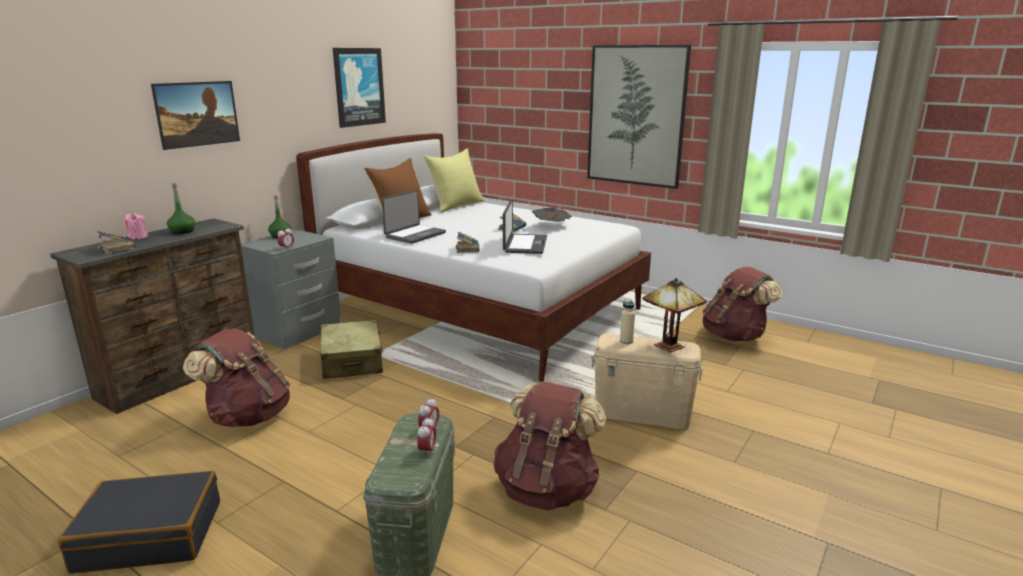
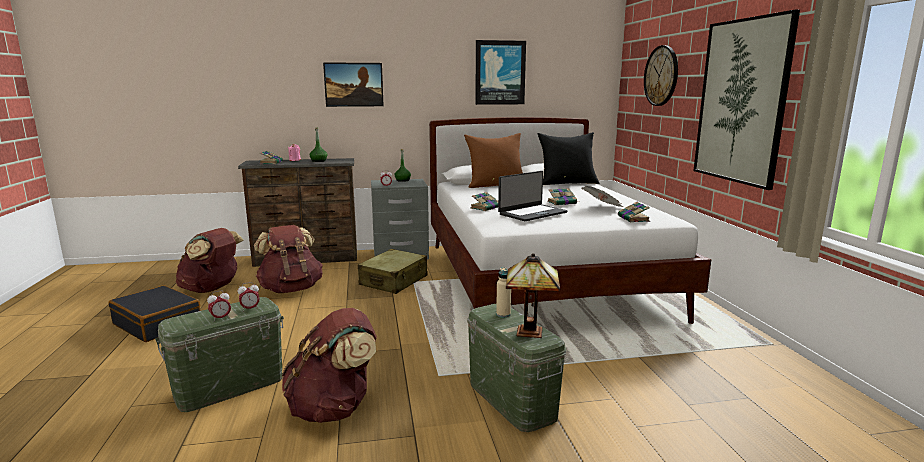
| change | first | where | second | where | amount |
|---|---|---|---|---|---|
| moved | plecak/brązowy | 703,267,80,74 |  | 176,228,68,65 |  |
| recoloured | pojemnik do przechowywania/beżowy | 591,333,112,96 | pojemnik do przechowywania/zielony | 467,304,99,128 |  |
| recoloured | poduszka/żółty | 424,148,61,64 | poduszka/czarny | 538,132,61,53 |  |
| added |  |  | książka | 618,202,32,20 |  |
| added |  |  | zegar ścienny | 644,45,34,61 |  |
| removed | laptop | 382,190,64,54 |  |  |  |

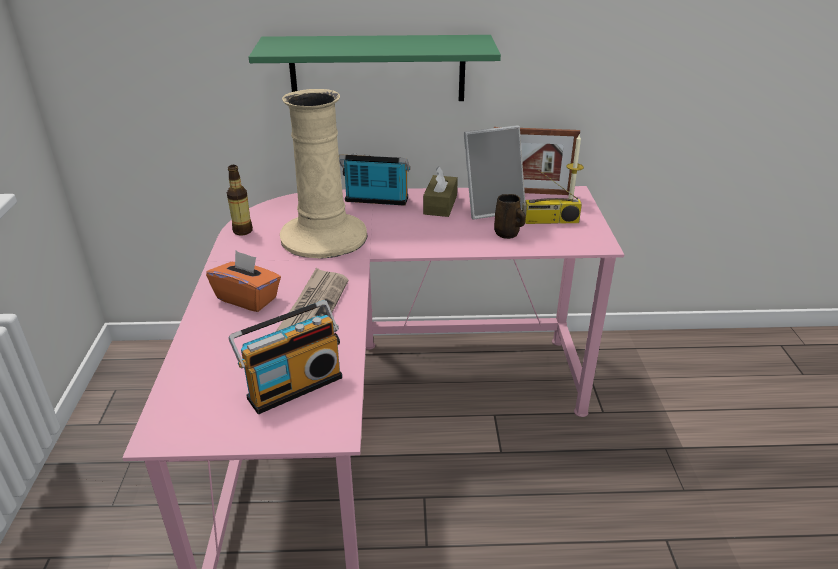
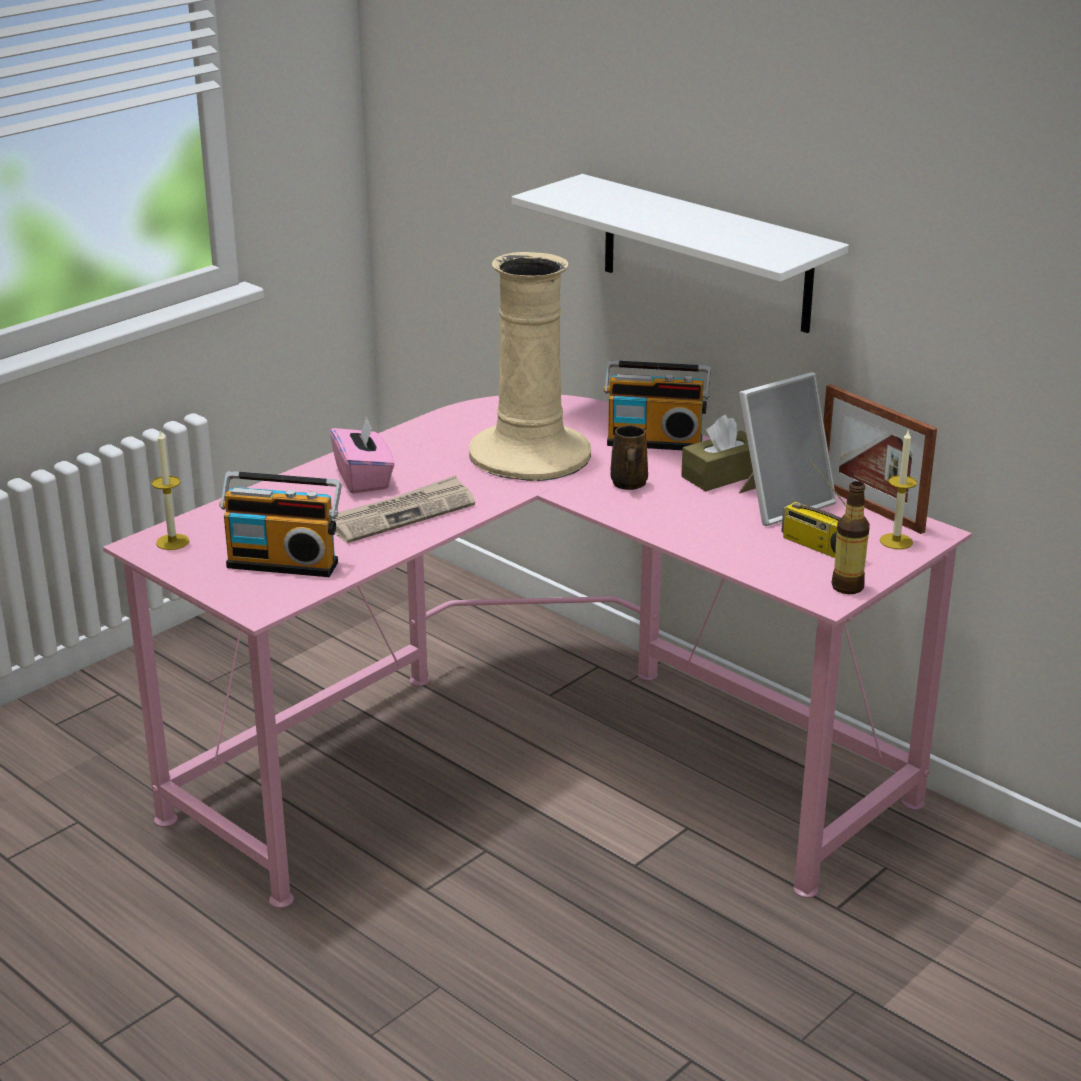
| change | first | where | second | where | amount |
|---|---|---|---|---|---|
| added |  |  | świeca | 152,431,37,119 |  |
| recoloured | pudełko chusteczek/pomarańczowy | 206,251,75,61 | pudełko chusteczek/różowy | 330,416,65,78 |  |
| recoloured | półka/zielony | 249,35,252,66 | półka/biały | 512,174,337,159 |  |
| turned | radio | 339,153,71,53 |  | 604,360,107,90 | 135 degrees clockwise |
| moved | kubek/brązowy | 494,194,32,45 |  | 610,425,38,65 |  |
| turned | ramka na zdjęcie | 464,125,61,95 |  | 739,372,98,154 | 60 degrees counterclockwise |
| moved | butelka | 227,165,26,70 |  | 832,481,38,113 |  |

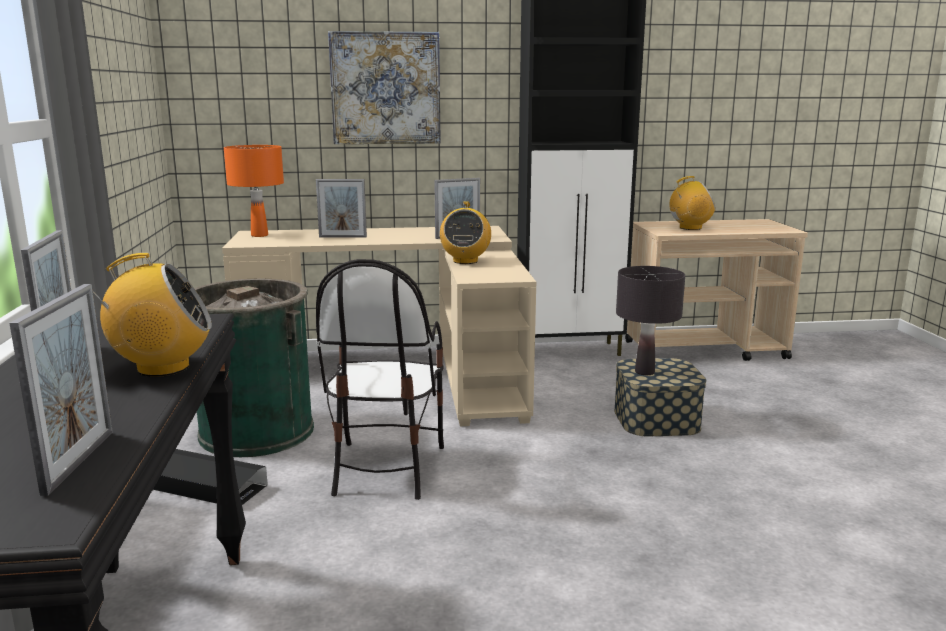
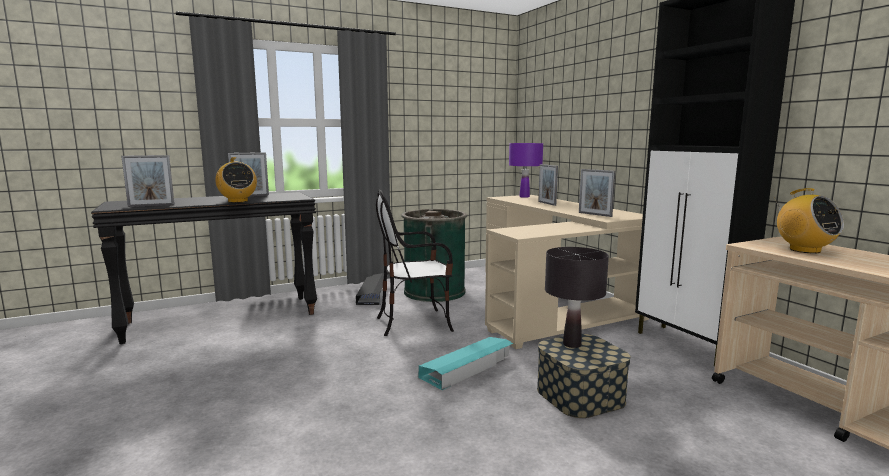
| change | first | where | second | where | amount |
|---|---|---|---|---|---|
| added |  |  | pojemnik do przechowywania/turkusowy | 418,337,95,53 |  |
| recoloured | lampa stołowa/pomarańczowy | 224,145,60,92 | lampa stołowa/fioletowy | 509,143,34,55 |  |
| removed | obraz | 328,31,113,113 |  |  |  |
| removed | radio | 440,202,51,62 |  |  |  |

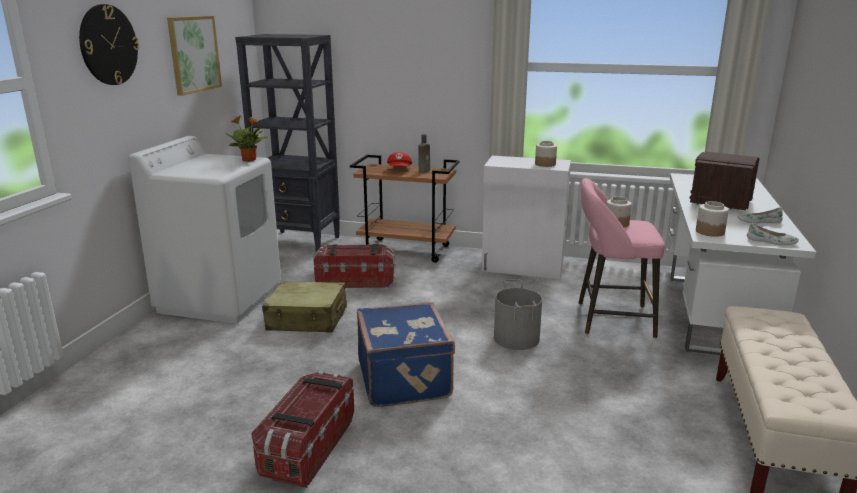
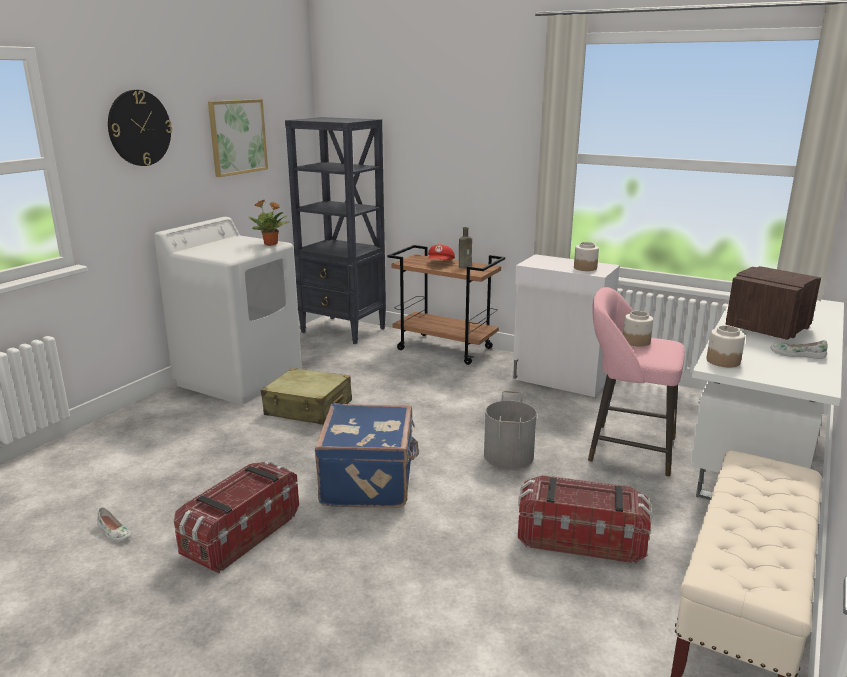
| change | first | where | second | where | amount |
|---|---|---|---|---|---|
| moved | but/biały | 747,223,52,22 |  | 97,507,34,34 |  |
| moved | pojemnik do przechowywania | 313,244,82,44 |  | 518,475,134,89 |  |

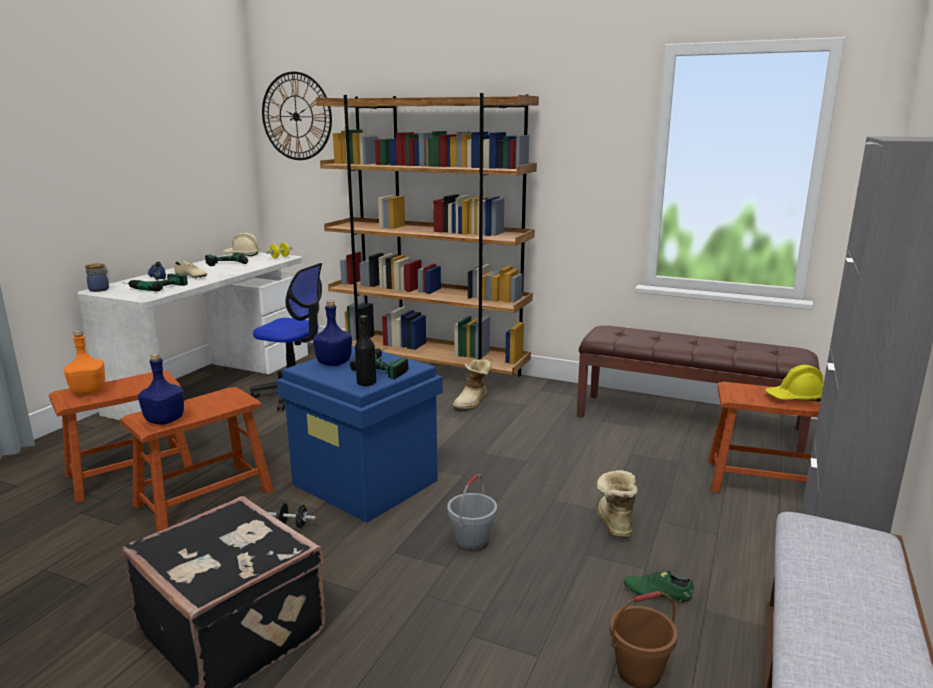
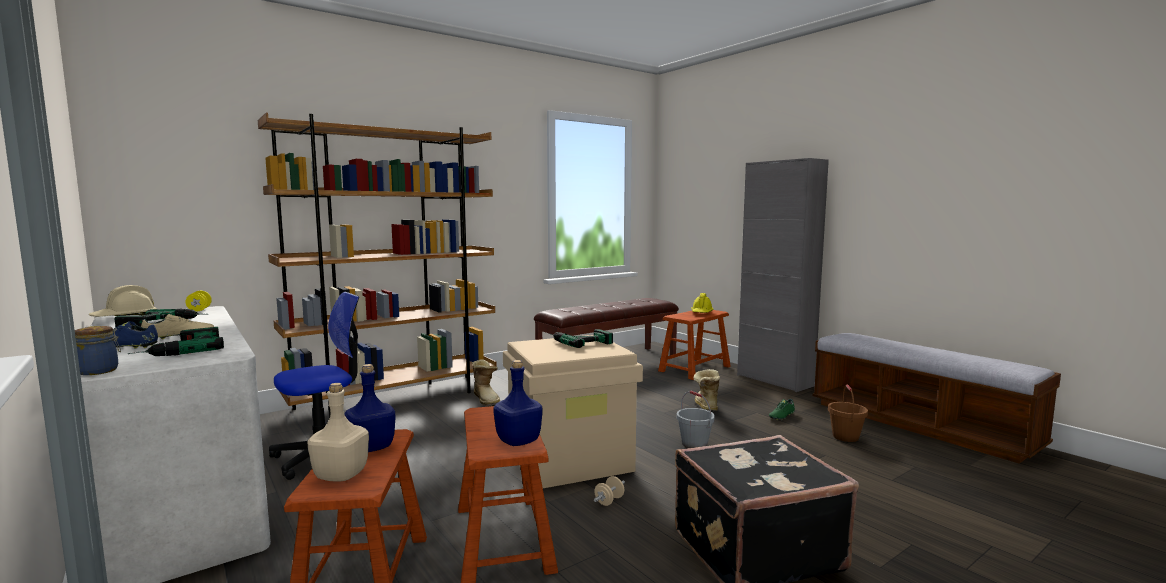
| change | first | where | second | where | amount |
|---|---|---|---|---|---|
| recoloured | butelka/pomarańczowy | 64,331,41,64 | butelka/beżowy | 307,383,62,99 |  |
| moved | butelka/niebieski | 313,301,39,65 |  | 344,364,51,88 |  |
| recoloured | pojemnik do przechowywania/niebieski | 277,346,166,177 | pojemnik do przechowywania/beżowy | 503,335,140,153 |  |
| recoloured | hantel/czarny | 268,503,48,25 | hantel/beżowy | 594,476,31,30 |  |
| turned | but z cholewką | 597,470,40,68 |  | 694,369,26,42 | 60 degrees clockwise |
| removed | zegar ścienny | 262,72,70,88 |  |  |  |
| removed | butelka/czarny | 355,315,21,71 |  |  |  |

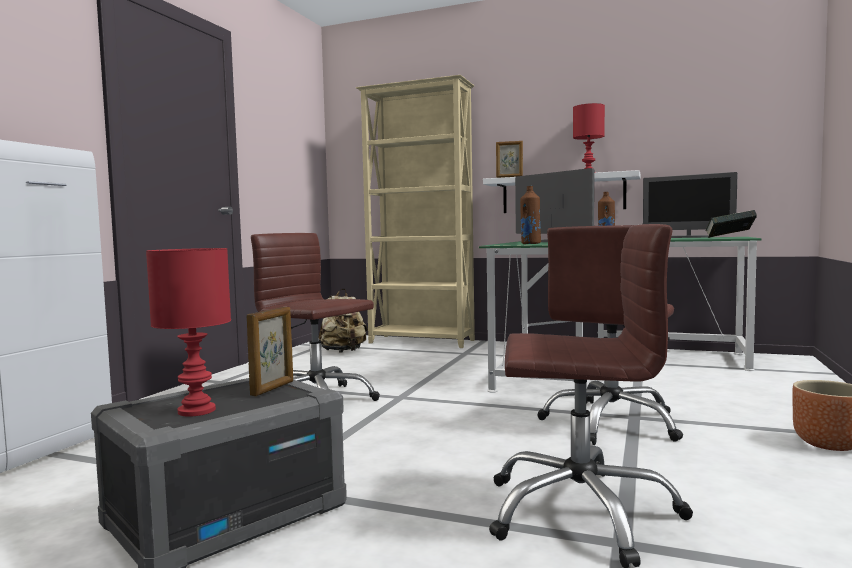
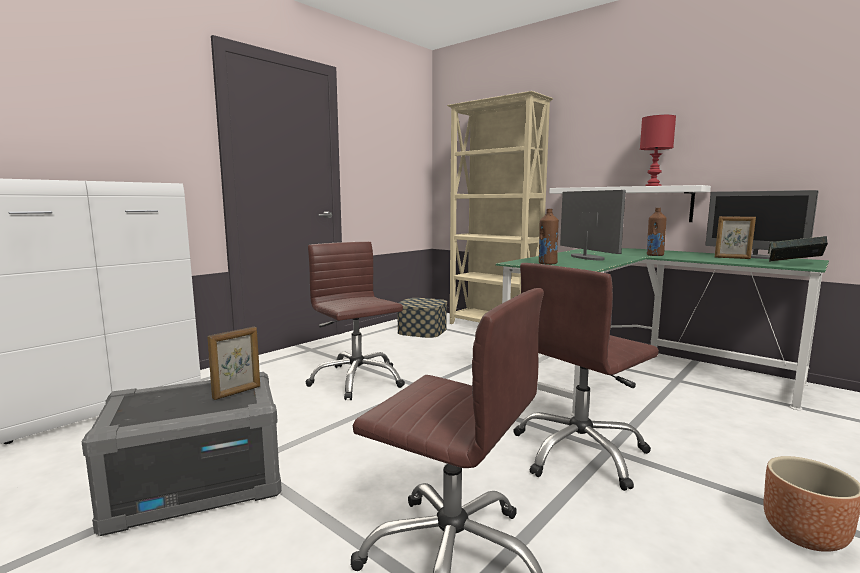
| change | first | where | second | where | amount |
|---|---|---|---|---|---|
| replaced | plecak/beżowy | 319,289,49,64 | pojemnik do przechowywania | 398,298,49,40 |  |
| moved | ramka na zdjęcie | 496,141,27,37 |  | 715,216,41,43 |  |
| removed | lampa stołowa/czerwony | 146,248,85,169 |  |  |  |

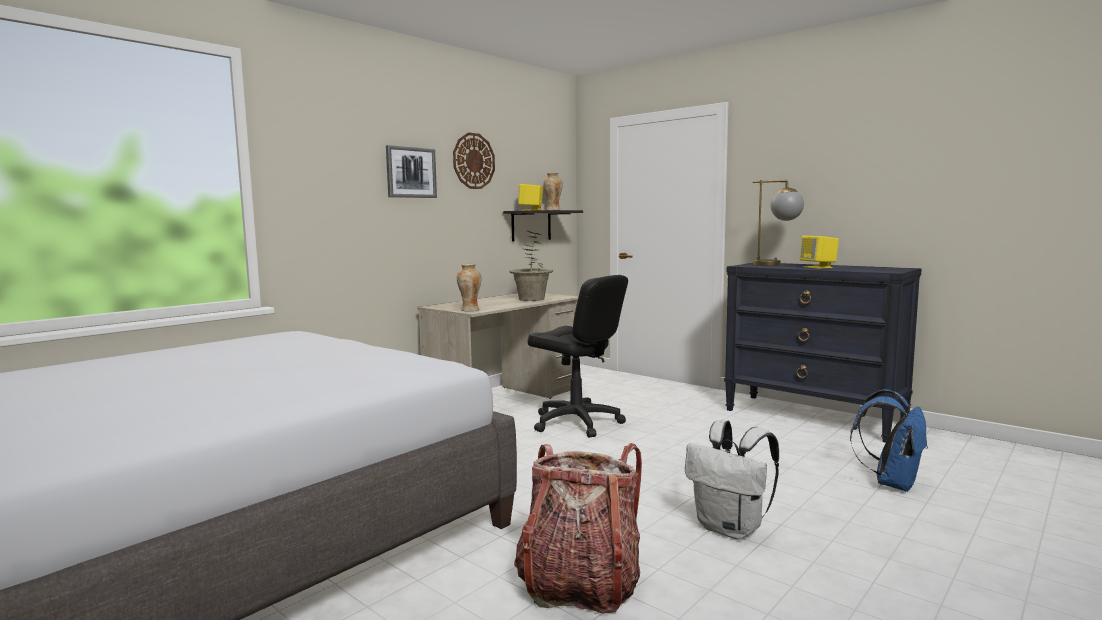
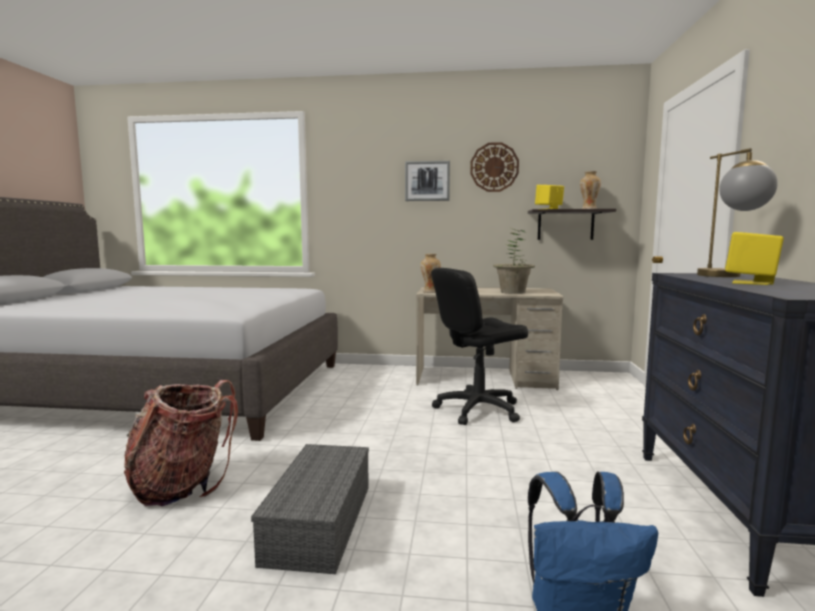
| change | first | where | second | where | amount |
|---|---|---|---|---|---|
| replaced | plecak/biały | 685,420,94,120 | pojemnik do przechowywania/szary | 251,444,118,130 |  |
| turned | krzesło biurowe/czarny | 527,275,101,163 |  | 431,268,97,157 | 60 degrees clockwise |

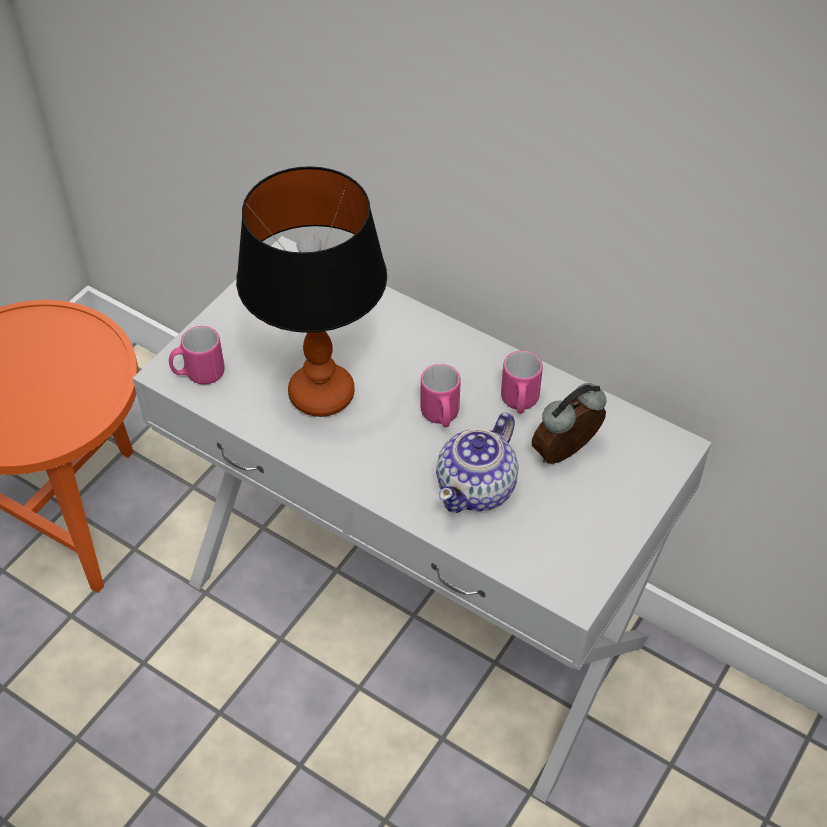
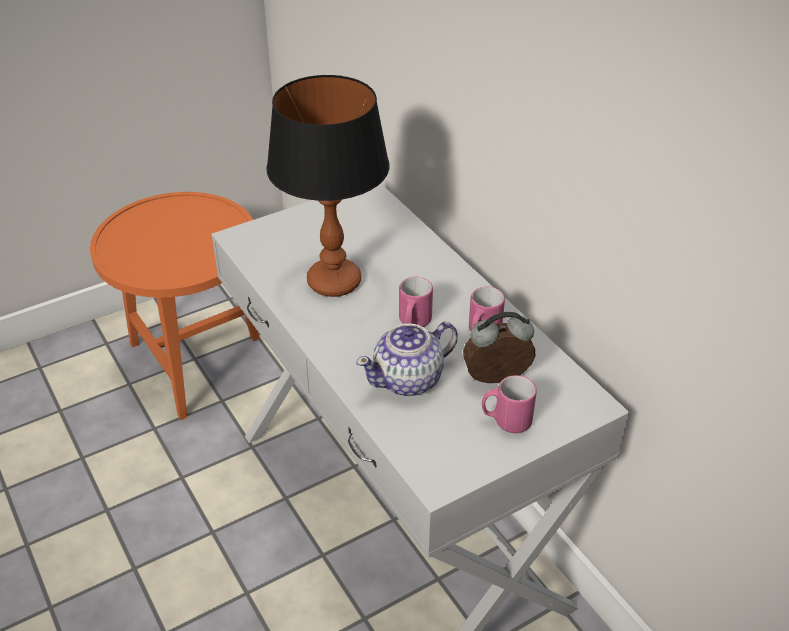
| change | first | where | second | where | amount |
|---|---|---|---|---|---|
| moved | kubek/różowy | 169,326,56,58 |  | 482,375,55,58 |  |

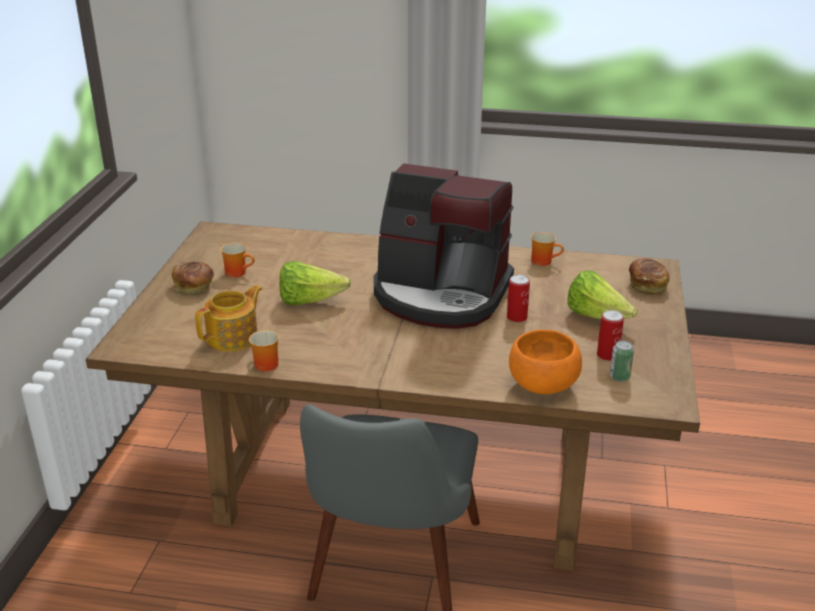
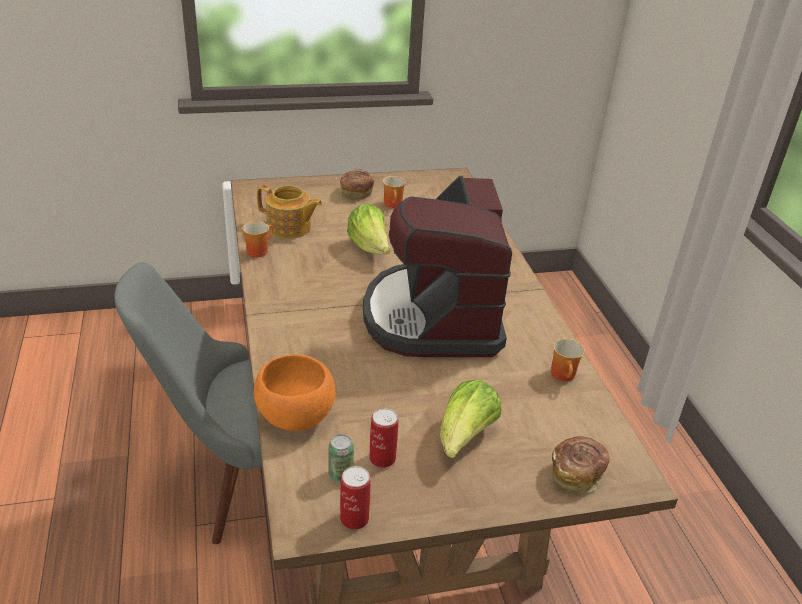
| change | first | where | second | where | amount |
|---|---|---|---|---|---|
| moved | puszka | 507,274,23,49 |  | 340,466,31,64 |  |

